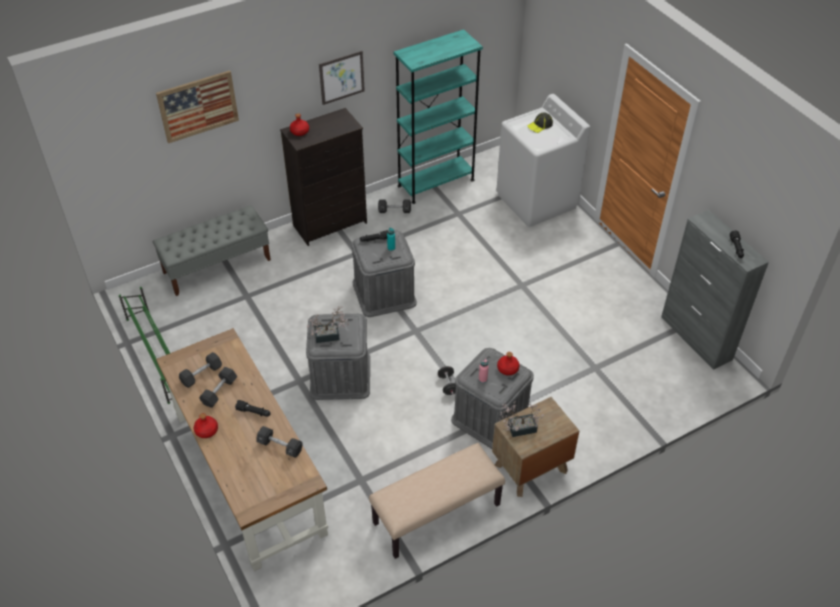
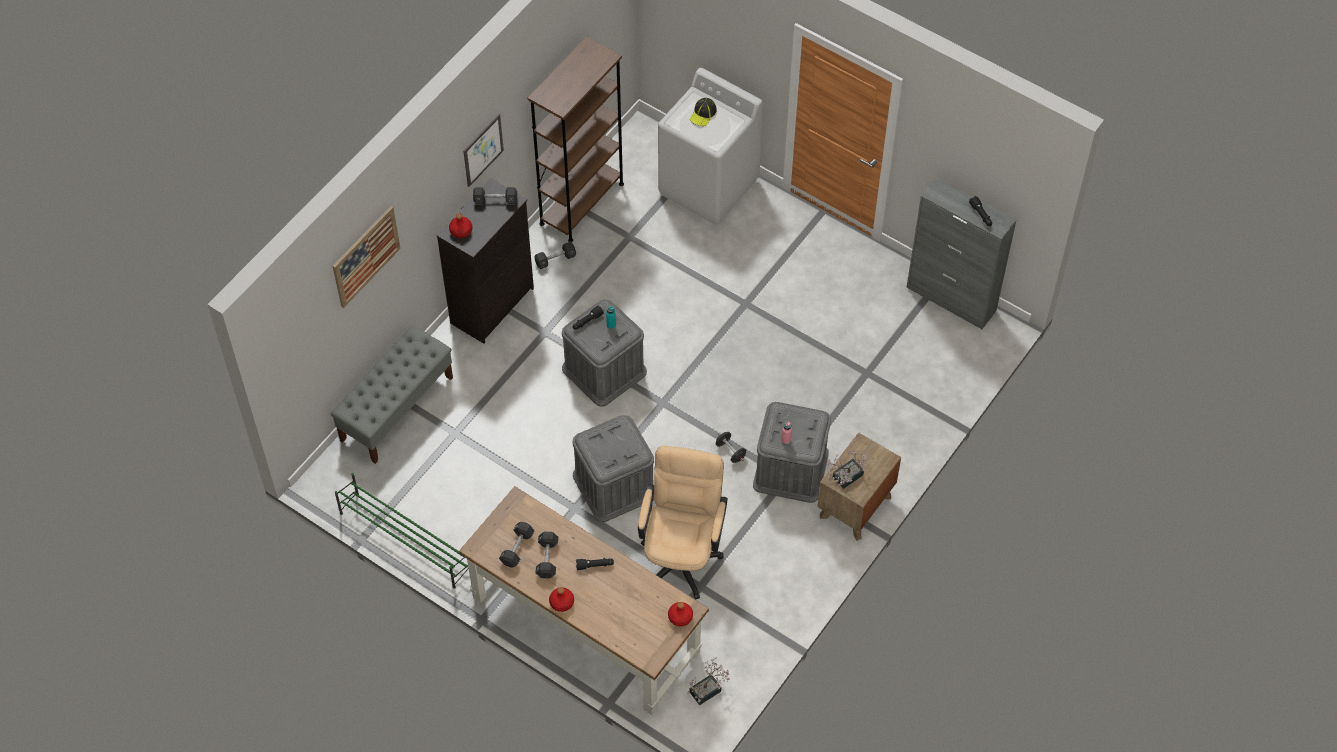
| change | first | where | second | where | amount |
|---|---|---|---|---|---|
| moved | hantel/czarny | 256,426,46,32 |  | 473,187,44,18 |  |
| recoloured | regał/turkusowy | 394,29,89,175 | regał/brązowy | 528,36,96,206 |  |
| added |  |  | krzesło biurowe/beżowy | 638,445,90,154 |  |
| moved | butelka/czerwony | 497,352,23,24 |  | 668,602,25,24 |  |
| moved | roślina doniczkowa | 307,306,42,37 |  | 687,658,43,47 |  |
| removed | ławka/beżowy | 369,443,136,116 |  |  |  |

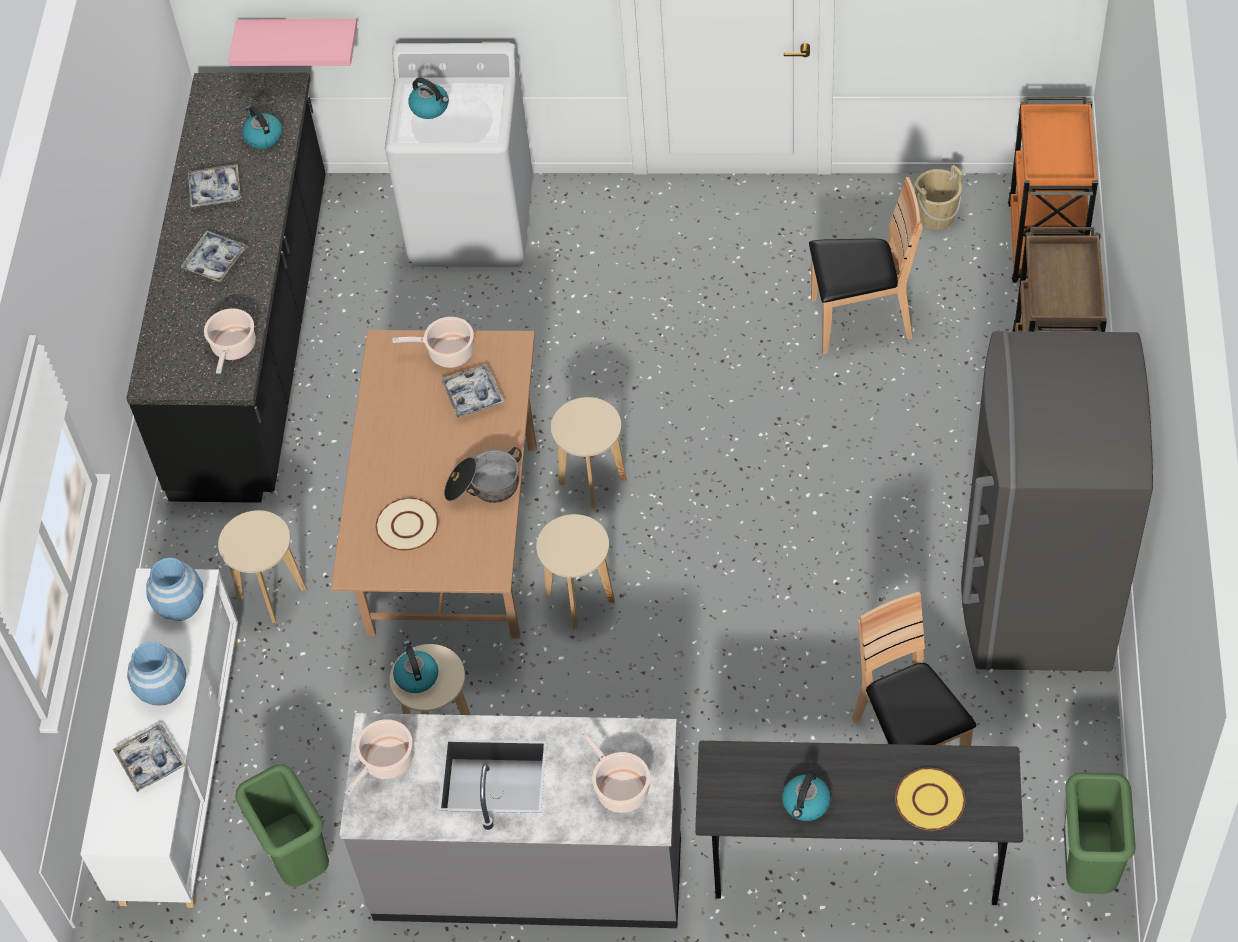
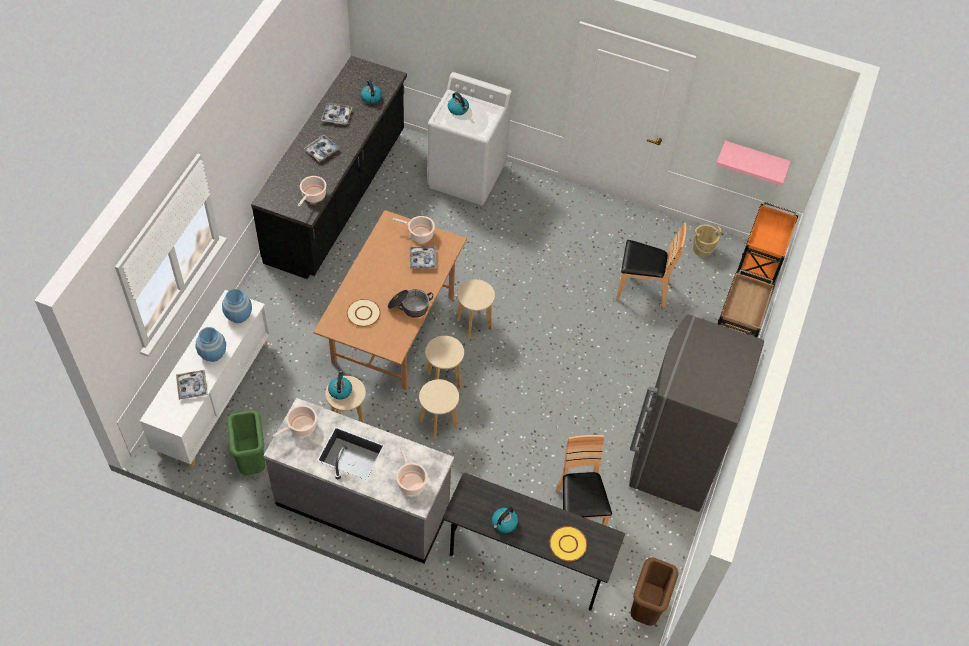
| change | first | where | second | where | amount |
|---|---|---|---|---|---|
| moved | stołek/beżowy | 218,510,89,113 |  | 419,379,40,62 |  |
| recoloured | kosz na śmieci/zielony | 1064,772,72,122 | kosz na śmieci/brązowy | 630,557,48,69 |  |
| moved | półka/różowy | 228,19,129,47 |  | 716,141,75,45 |  |

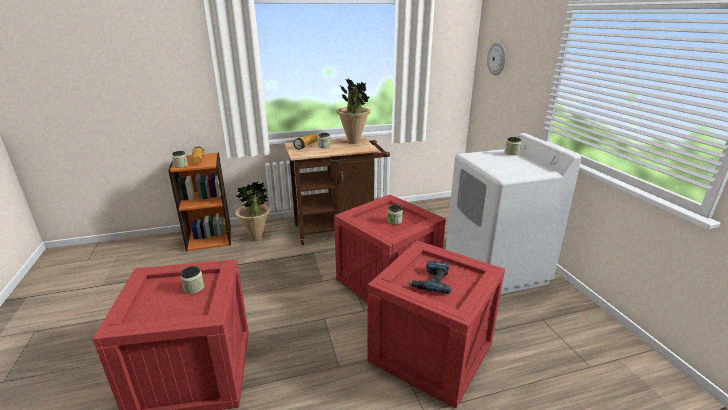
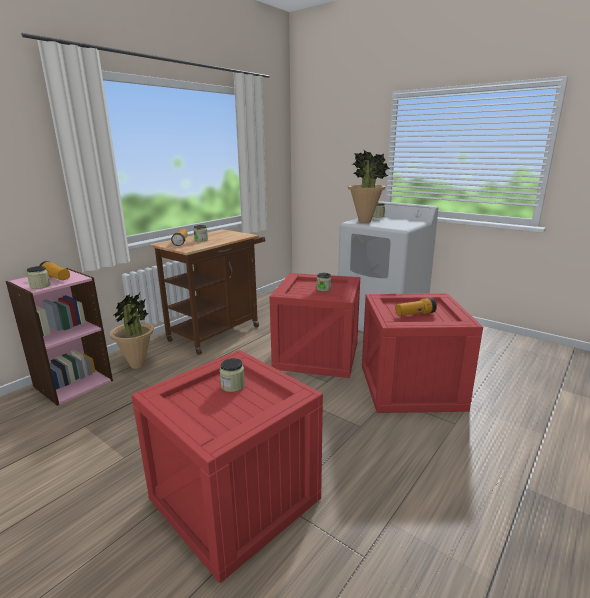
| change | first | where | second | where | amount |
|---|---|---|---|---|---|
| recoloured | regał/pomarańczowy | 168,153,63,99 | regał/różowy | 6,268,107,138 |  |
| moved | roślina doniczkowa | 336,77,35,67 |  | 348,150,42,73 |  |
| replaced | wiertarka | 407,260,44,34 | latarka | 395,298,42,18 |  |
| removed | zegar ścienny | 487,42,19,34 |  |  |  |

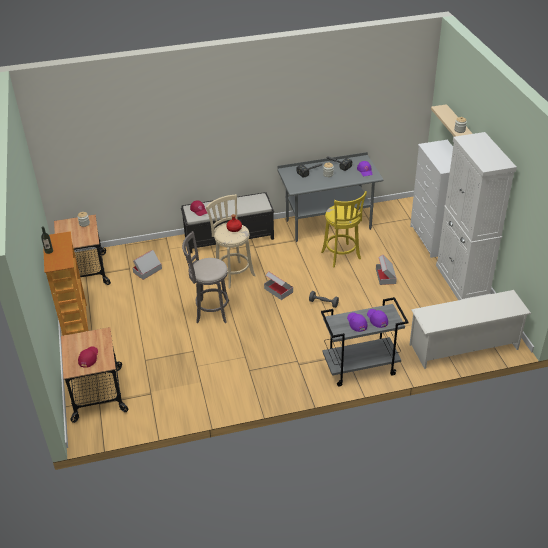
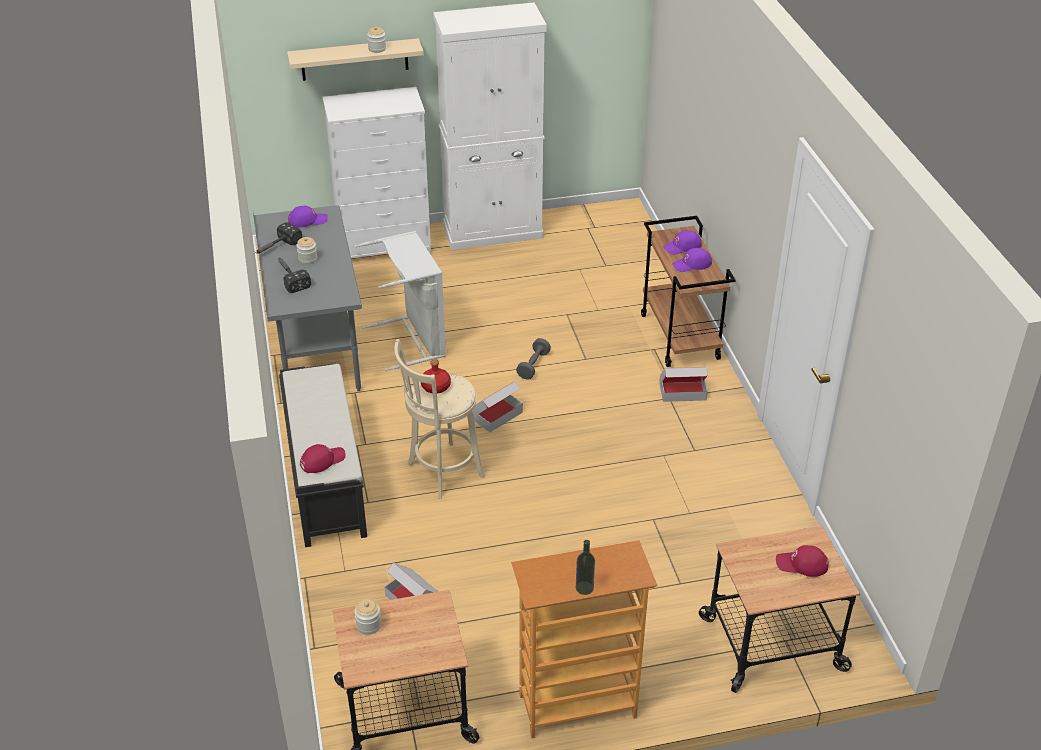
| change | first | where | second | where | amount |
|---|---|---|---|---|---|
| replaced | stołek/żółty | 321,191,46,76 | kosz na pranie/szary | 354,231,92,140 |  |
| recoloured | wózek/szary | 321,297,87,89 | wózek/brązowy | 641,216,95,151 |  |
| moved | karton | 376,255,21,30 |  | 659,367,49,35 |  |
| removed | stołek/szary | 182,231,47,92 |  |  |  |
| removed | regał na buty/biały | 409,290,122,79 |  |  |  |

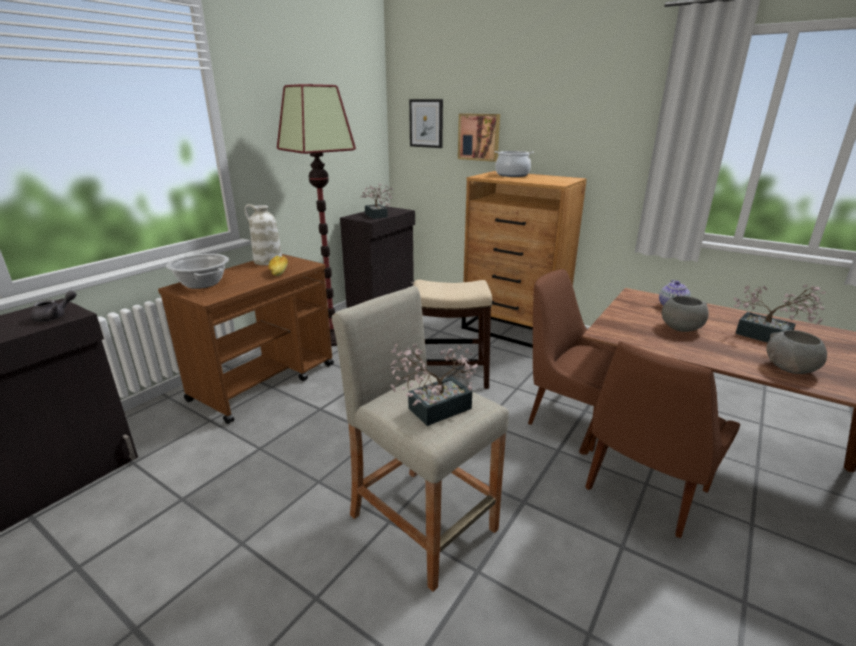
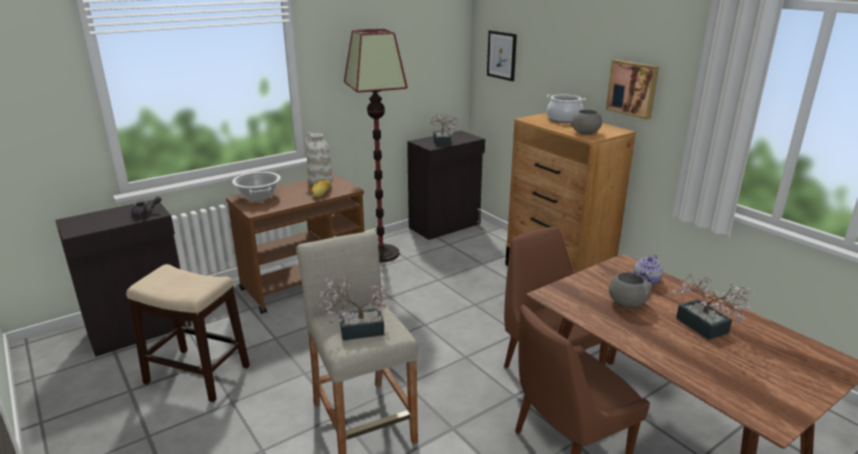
| change | first | where | second | where | amount |
|---|---|---|---|---|---|
| moved | stołek | 413,280,79,109 |  | 126,264,124,138 |  |
| moved | miska/szary | 766,330,61,44 |  | 570,110,32,25 |  |
| moved | obraz | 458,113,42,49 |  | 606,60,53,60 |  |

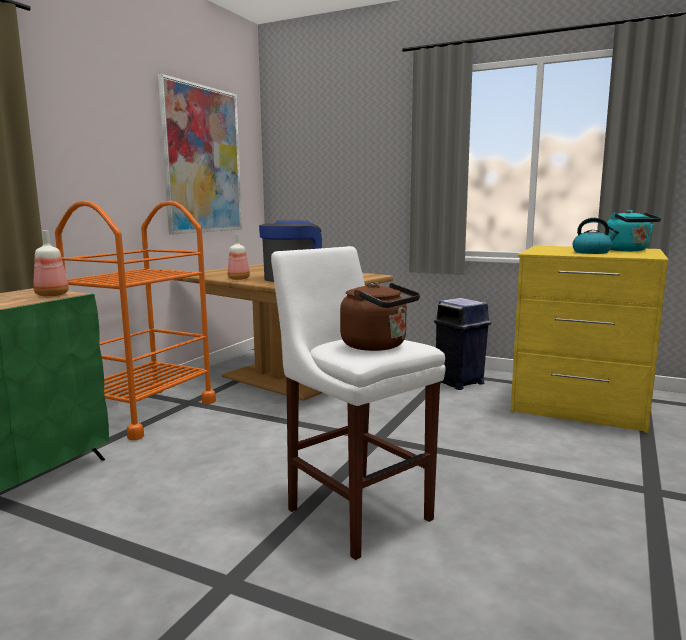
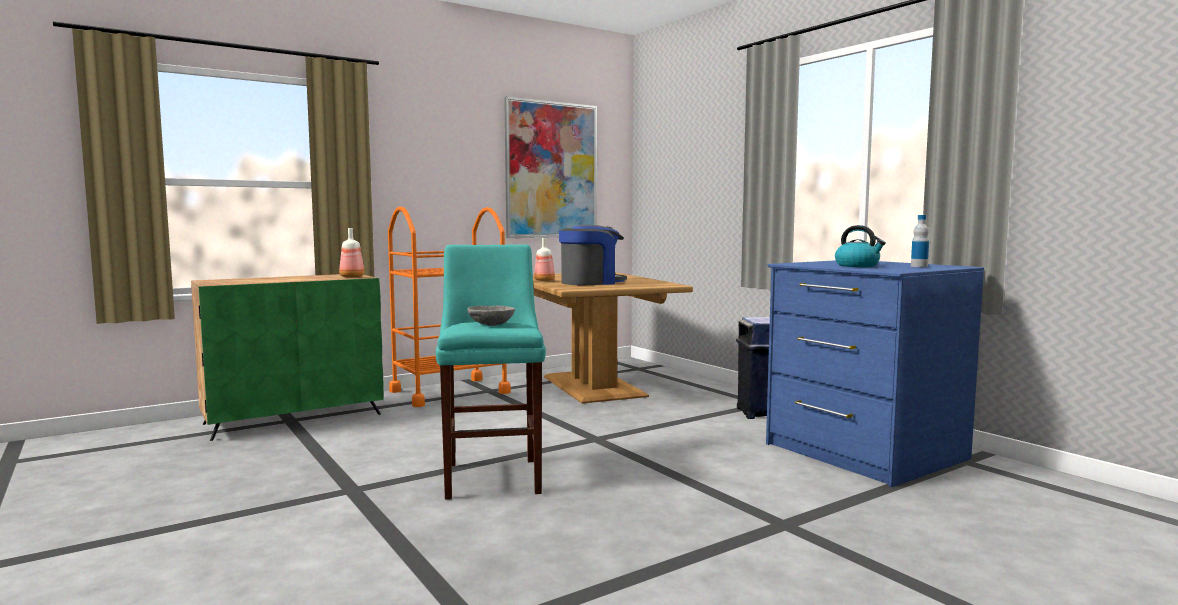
| change | first | where | second | where | amount |
|---|---|---|---|---|---|
| recoloured | stołek/biały | 271,246,175,314 | stołek/turkusowy | 436,244,110,256 |  |
| replaced | czajnik/brązowy | 340,282,80,69 | miska/szary | 467,306,48,20 |  |
| recoloured | komoda/żółty | 510,246,159,187 | komoda/niebieski | 766,260,218,227 |  |
| replaced | czajnik/turkusowy | 607,210,54,41 | butelka | 911,215,18,52 |  |

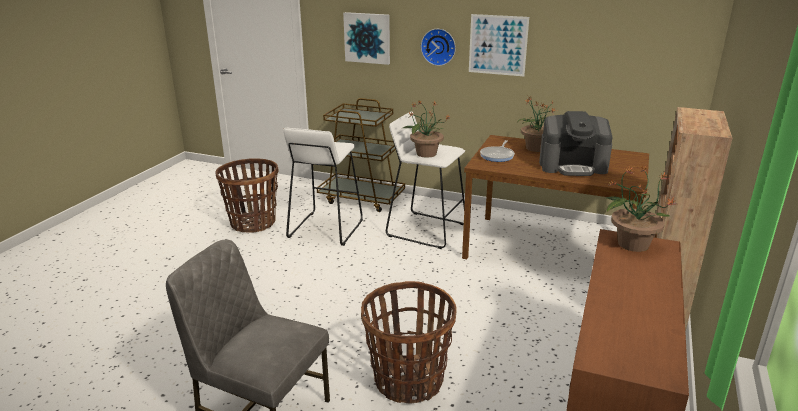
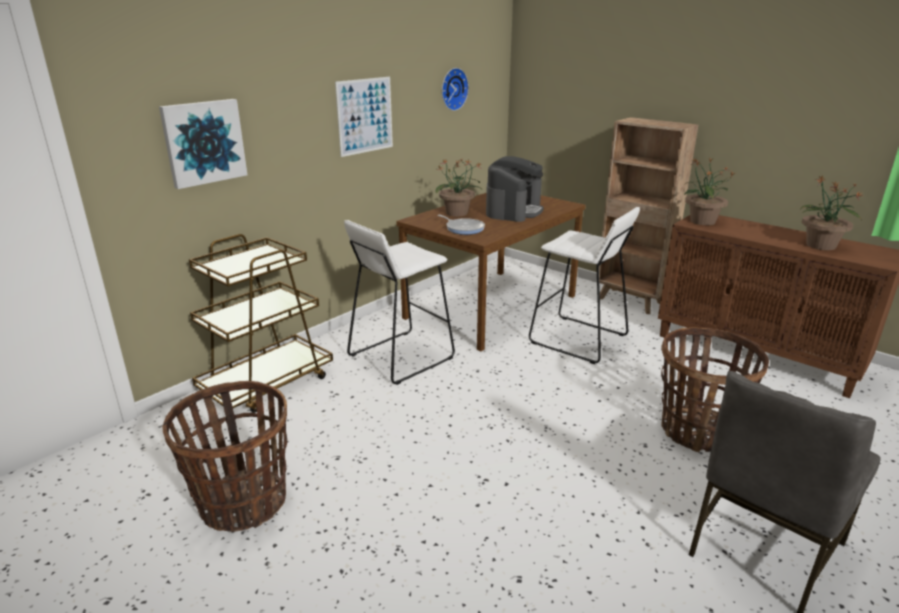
| change | first | where | second | where | amount |
|---|---|---|---|---|---|
| moved | zegar ścienny | 421,29,35,37 |  | 442,68,27,43 |  |
| moved | stołek/biały | 283,128,80,118 |  | 529,207,111,157 |  |
| moved | roślina doniczkowa | 401,100,48,58 |  | 800,176,63,74 |  |

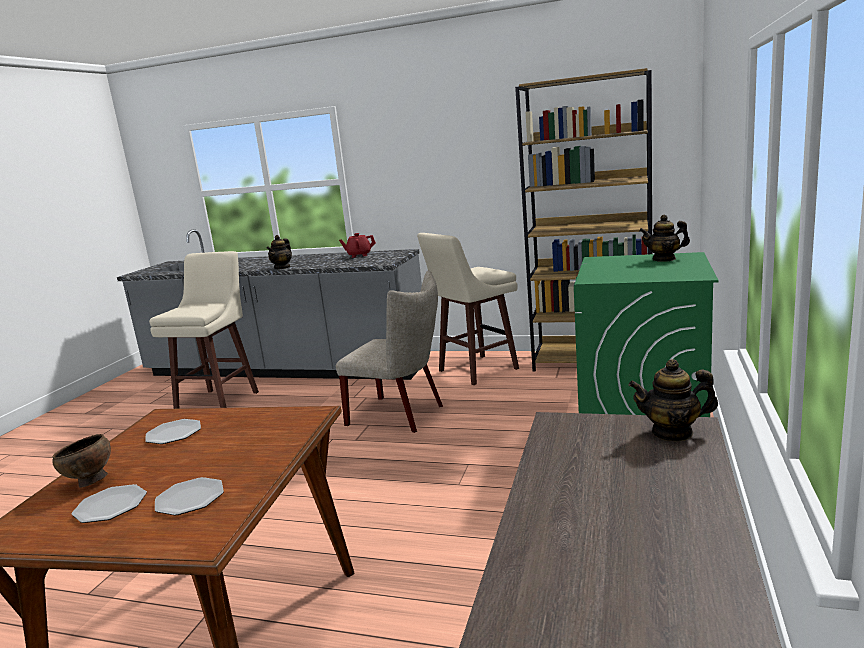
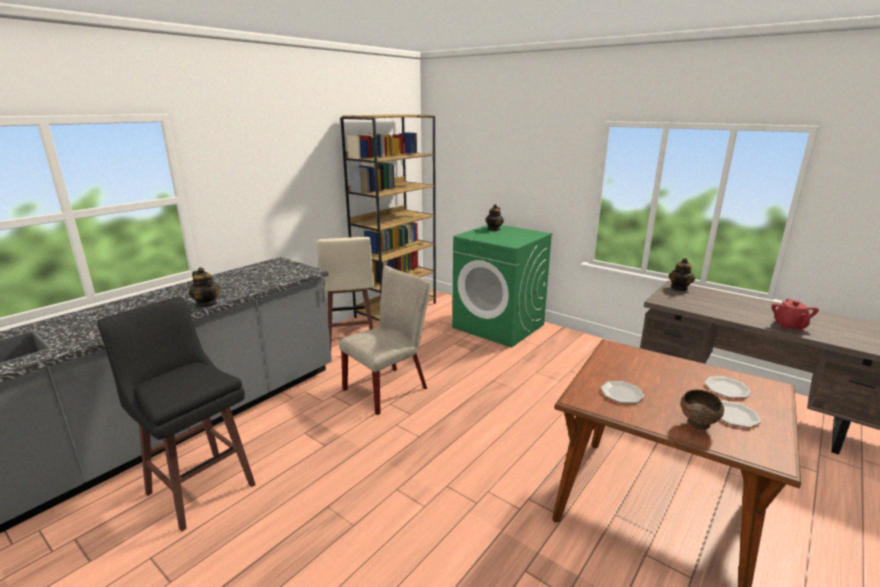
| change | first | where | second | where | amount |
|---|---|---|---|---|---|
| recoloured | stołek/beżowy | 149,251,110,158 | stołek/czarny | 97,297,159,235 |  |
| moved | imbryk/czerwony | 339,233,37,25 |  | 771,299,48,32 |  |

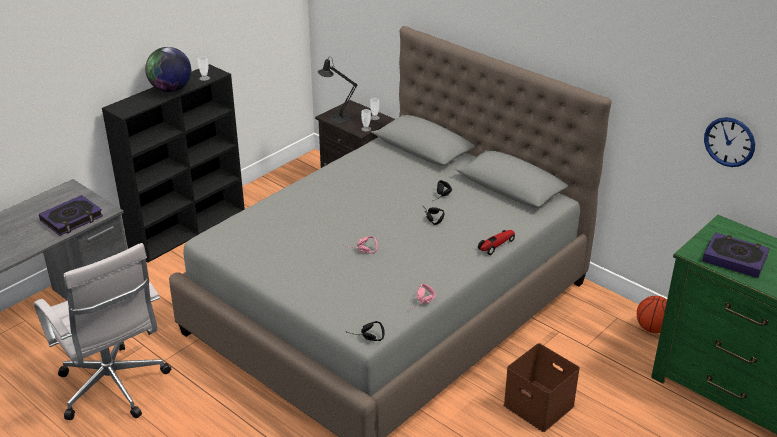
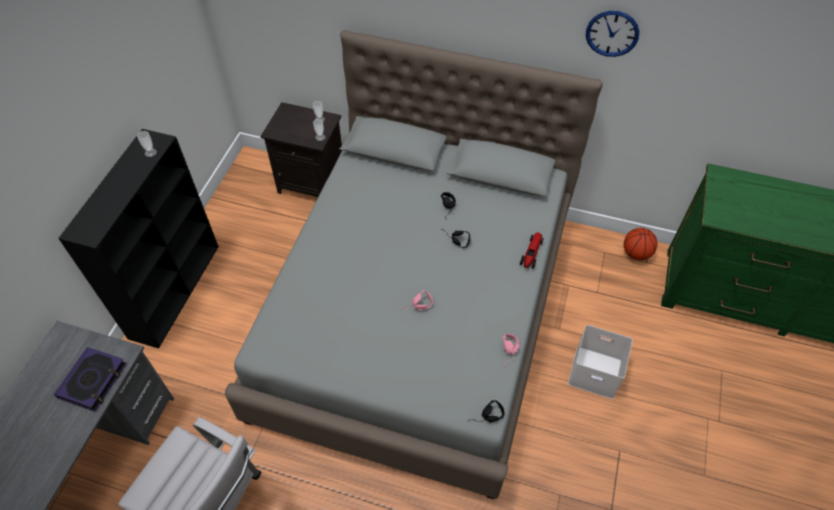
| change | first | where | second | where | amount |
|---|---|---|---|---|---|
| recoloured | pojemnik do przechowywania/brązowy | 504,343,76,89 | pojemnik do przechowywania/biały | 568,325,65,74 |  |
| moved | zegar ścienny | 704,117,51,50 |  | 586,11,54,46 |  |
| removed | globus | 145,47,46,45 |  |  |  |
| removed | lampa stołowa/czarny | 318,57,39,66 |  |  |  |
| removed | książka | 702,233,68,45 |  |  |  |

